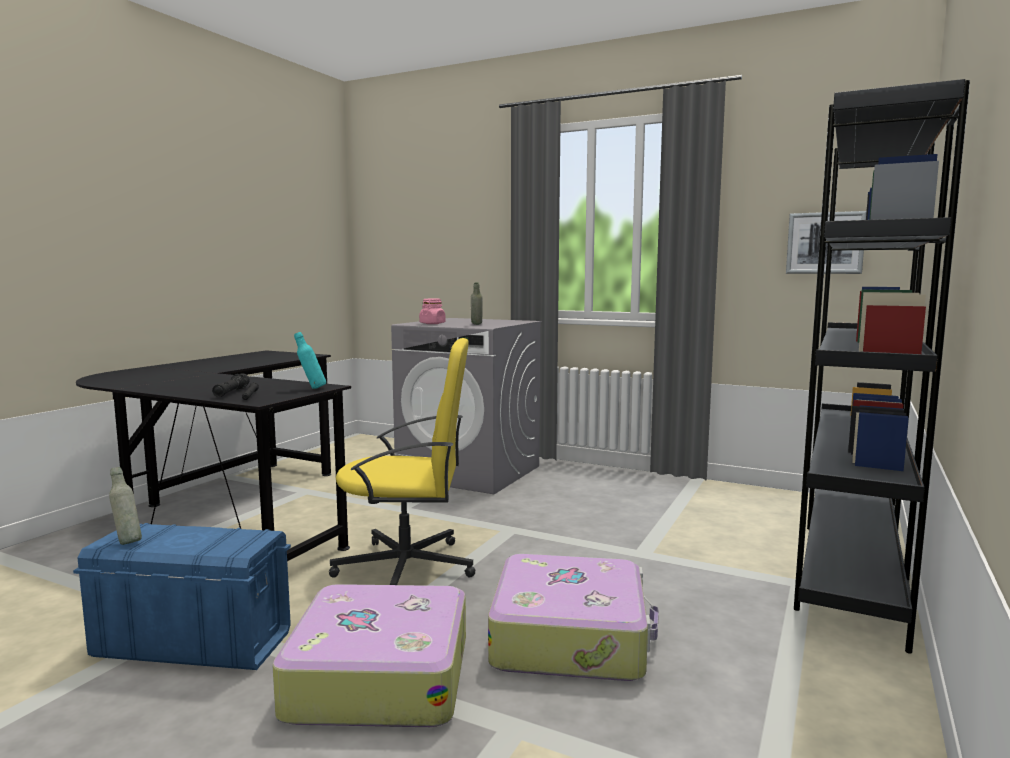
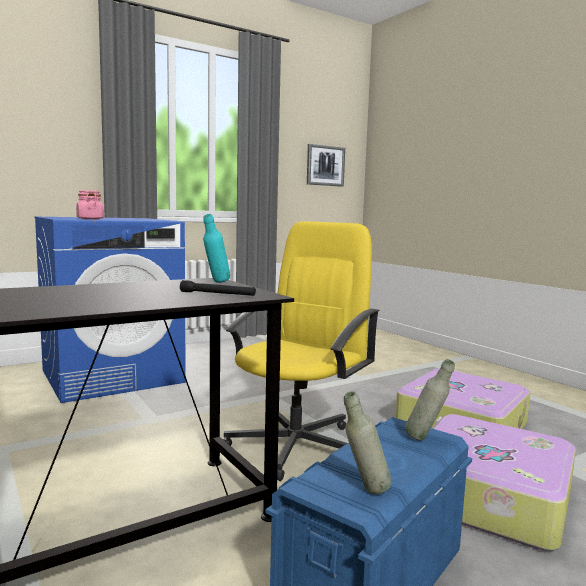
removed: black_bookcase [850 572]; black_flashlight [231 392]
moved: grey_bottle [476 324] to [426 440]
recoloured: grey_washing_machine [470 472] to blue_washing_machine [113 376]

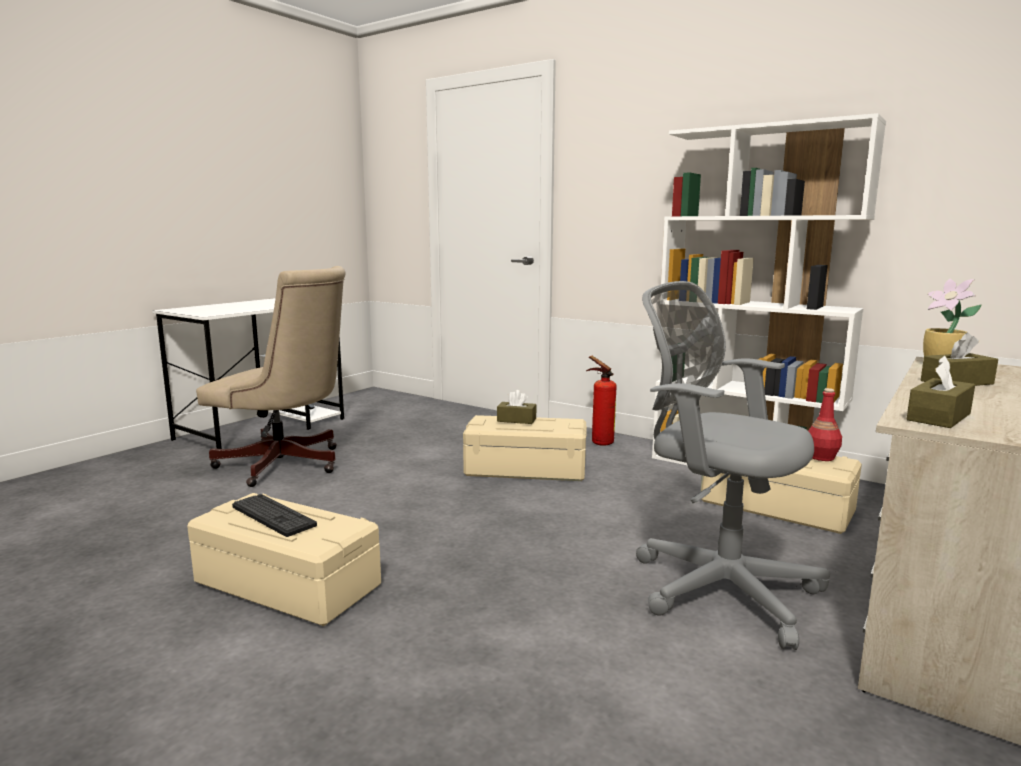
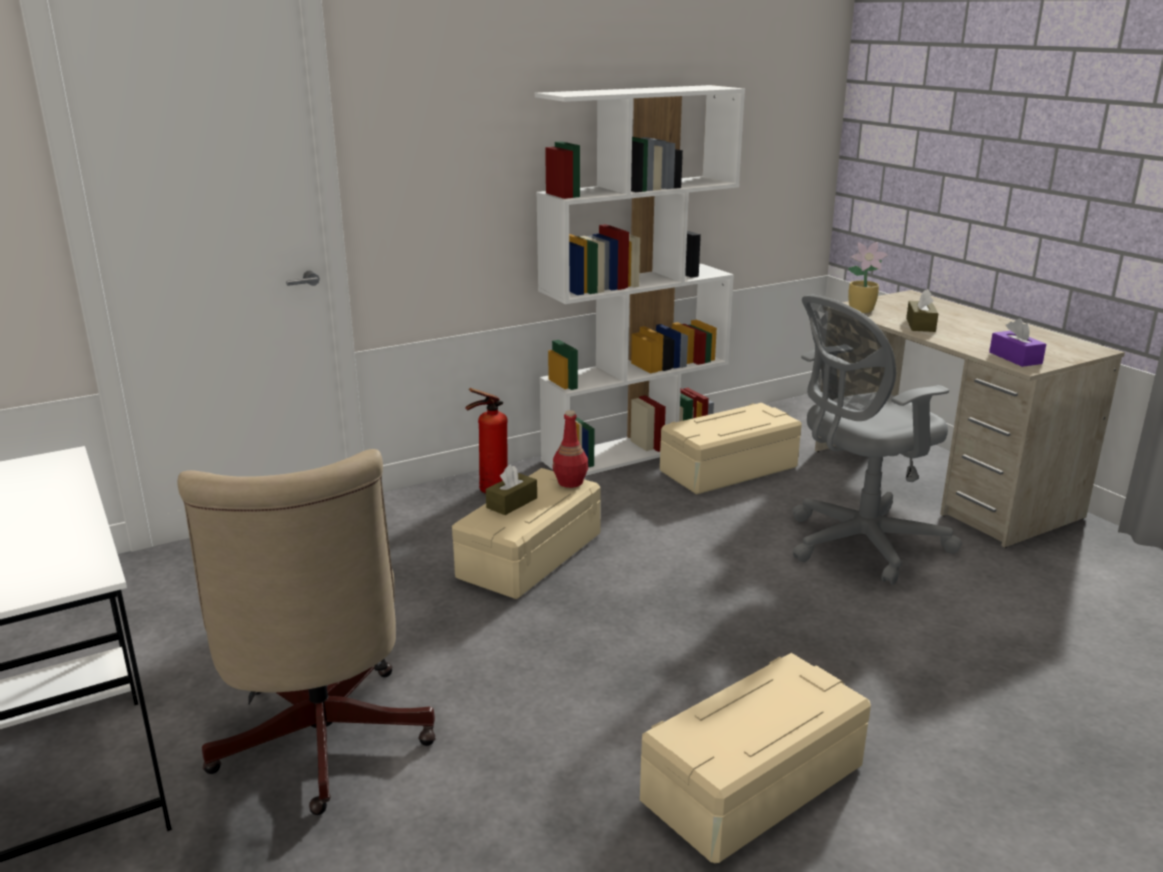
removed: keyboard [273 516]
moved: red_bottle [821 457] to [570 482]
recoloured: brown_tissue_box [938 417] to purple_tissue_box [1015 358]
turned: beige_office_chair [287 465] = [320 747] 120 degrees clockwise

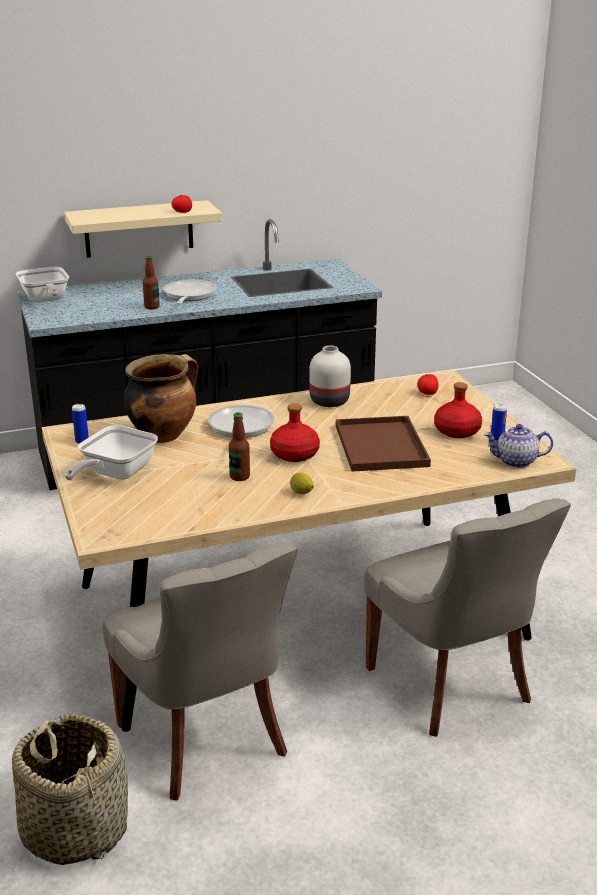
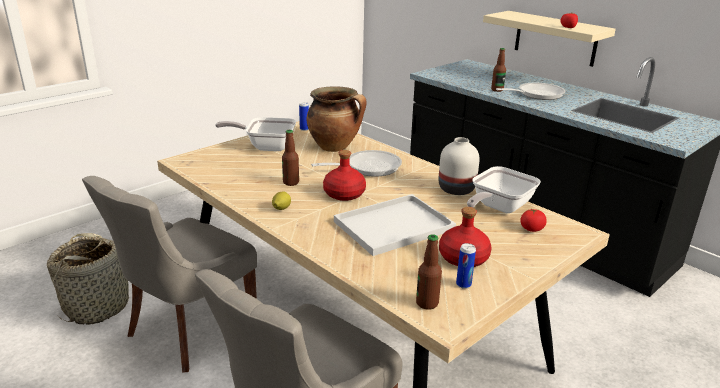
moved: frying_pan [45 300] to [498 207]
replaced: teapot [515 461] to bottle [427 303]
recoloured: brown_tray [382 446] to white_tray [392 226]

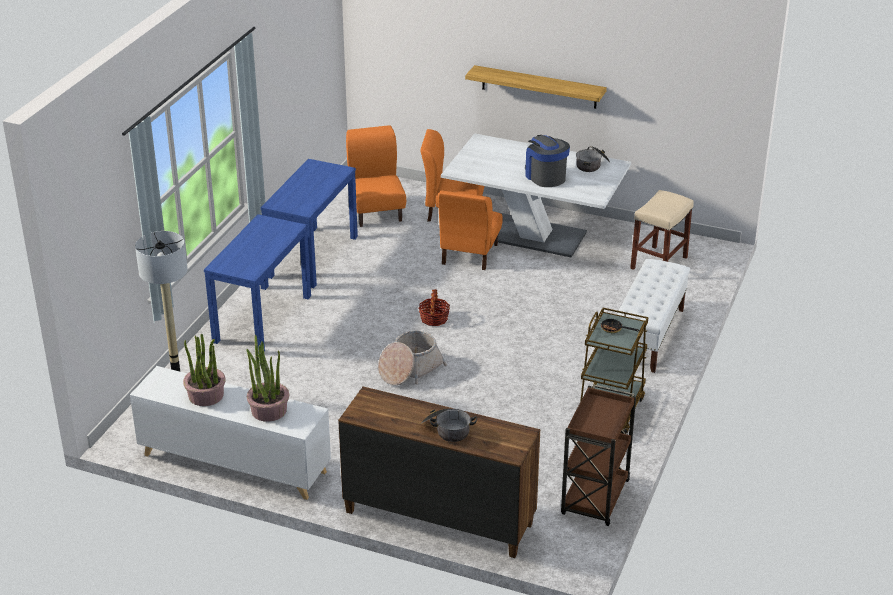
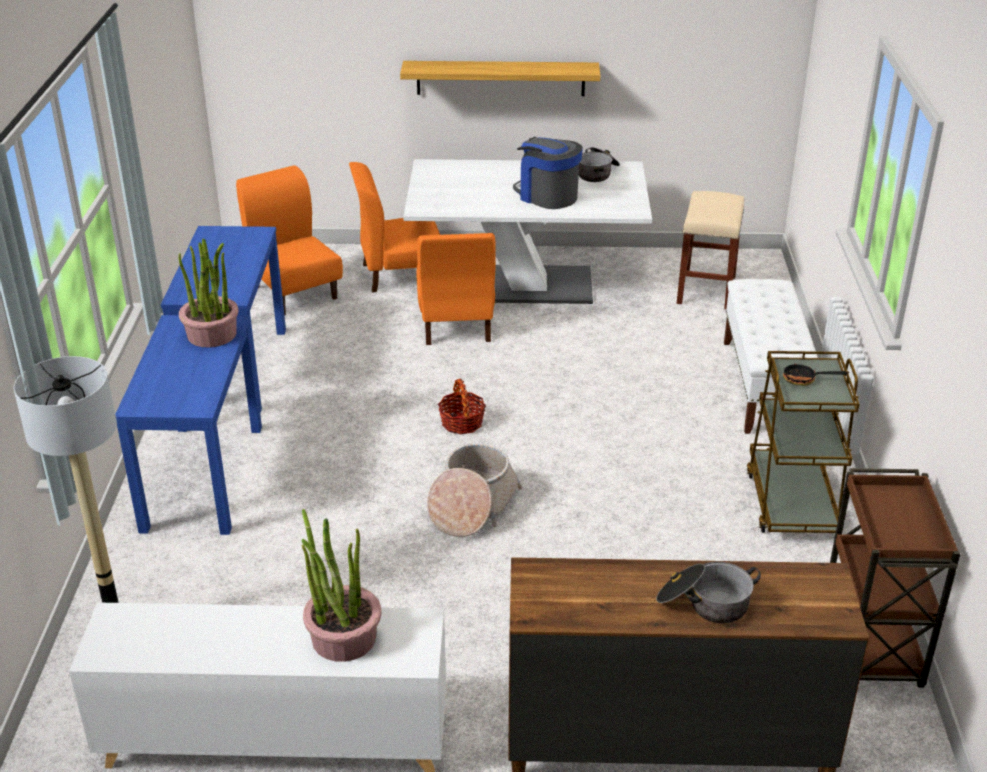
moved: potted_plant [206 395] to [212 334]

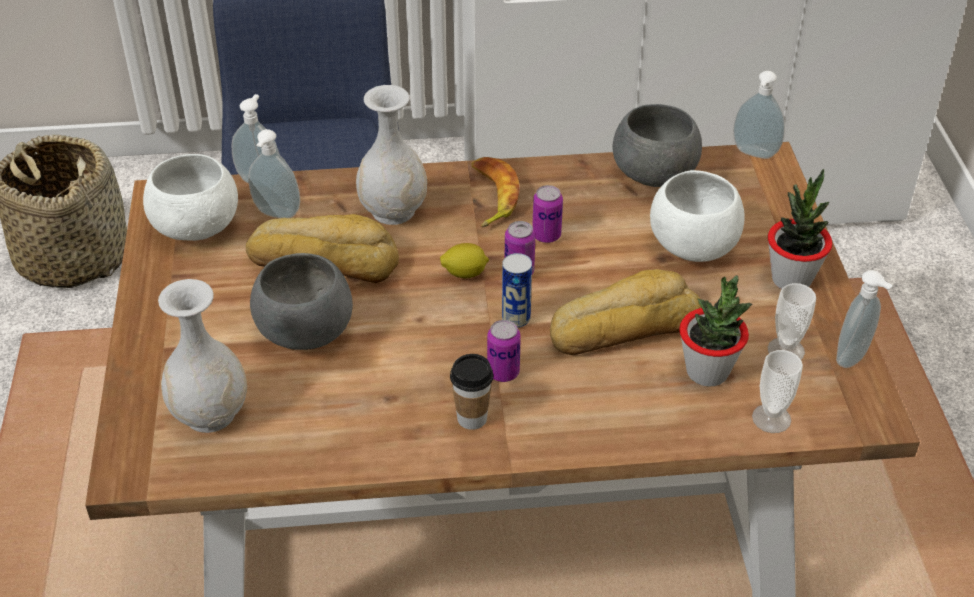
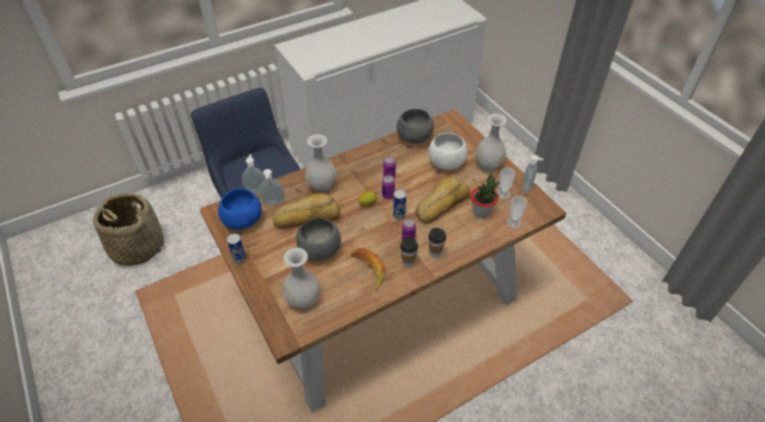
removed: soap_dispenser [754 154]
added: cup [435 253]; can [239 259]
moved: banana [490 197] to [368 269]
replaced: potted_plant [791 279] to white_vase [488 165]
recoloured: white_bowl [197 229] to blue_bowl [243 221]

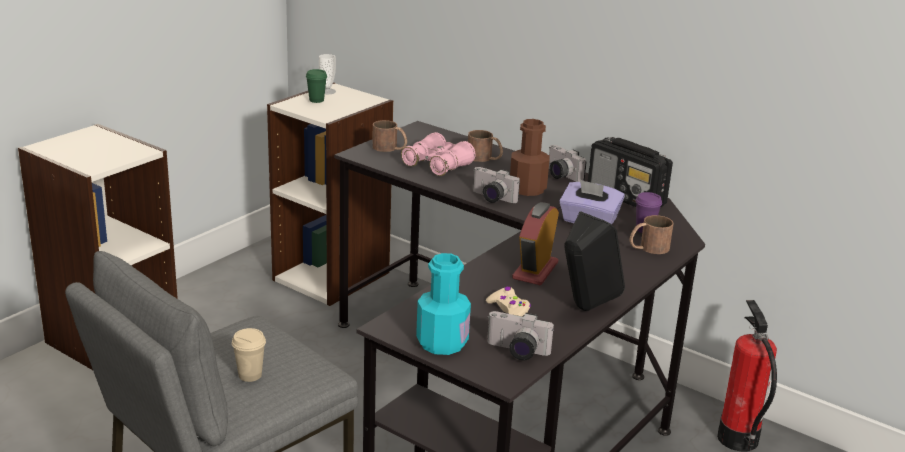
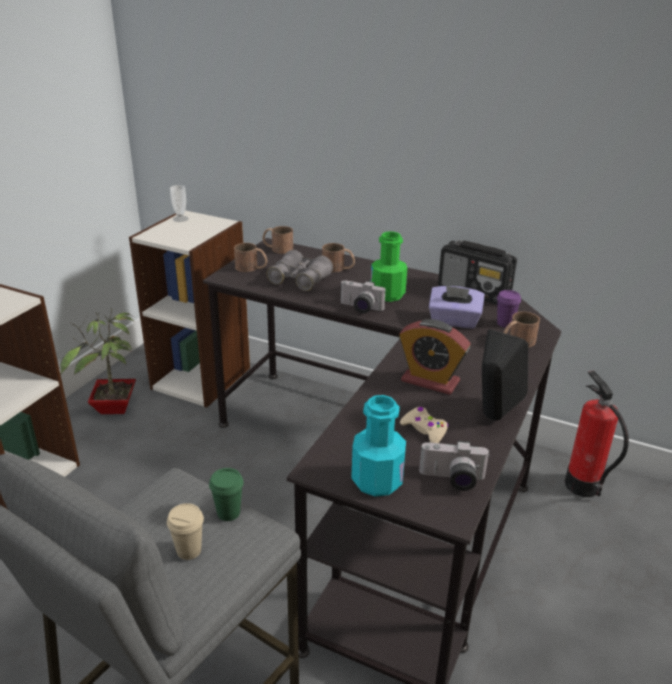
removed: photo_camera [560 175]
added: brown_mug [277 248]; potted_plant [114 409]
moved: green_cup [316 100] to [228 513]
recoloured: brown_bottle [527 189] to green_bottle [387 294]; pink_binoculars [437 165] to grey_binoculars [299 280]
turned: alarm_clock [535 271] = [430 381] 75 degrees counterclockwise

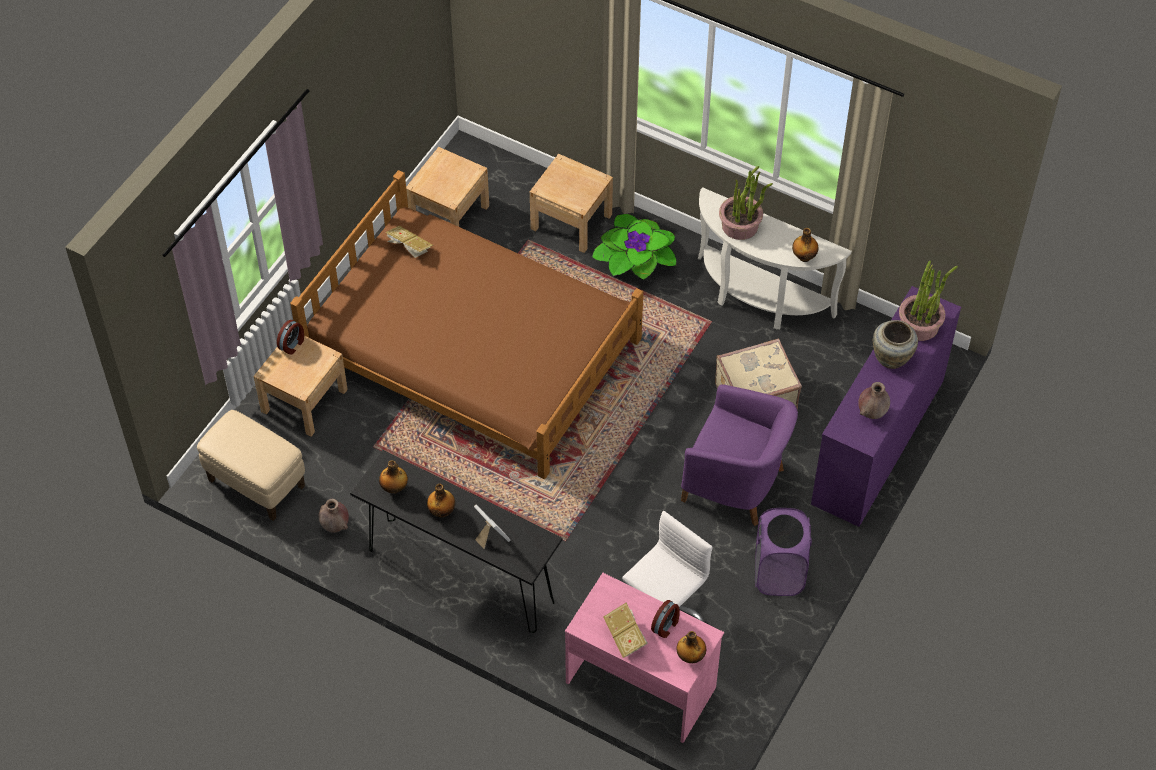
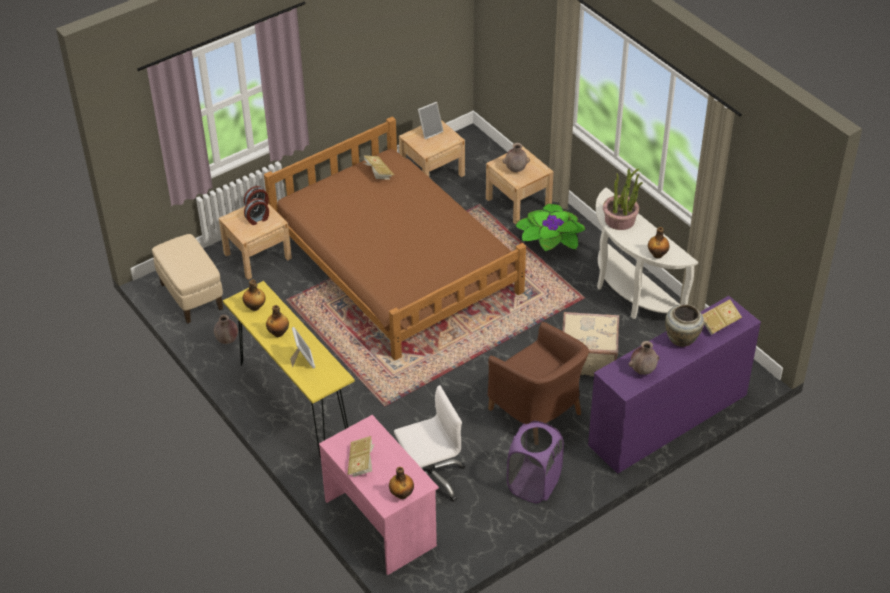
added: picture_frame [430 131]; brown_vase [516 170]
moved: alarm_clock [666 626] to [257 219]
replaced: potted_plant [920 325] to book [718 324]
recoloured: purple_armchair [736 484] to brown_armchair [537 412]; black_console_table [461 576] to yellow_console_table [294 403]

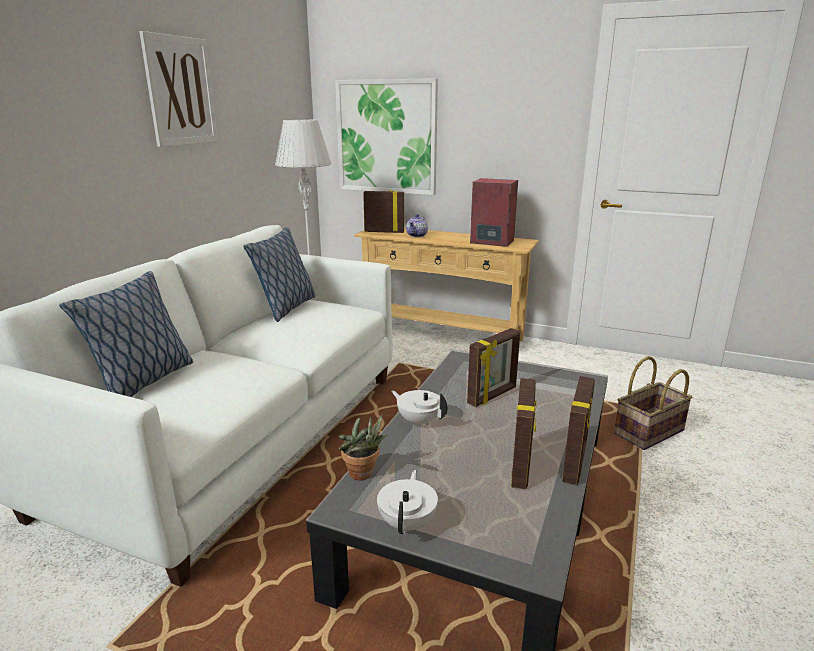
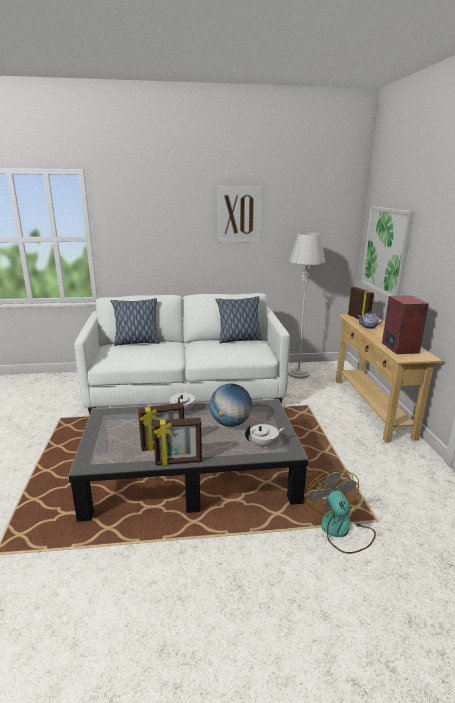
removed: potted_plant [363 475]
moved: white_teapot [408 523] to [264 444]
replaced: picture_frame [493 396] to globe [230 423]; basket [649 433] to fan [340 530]

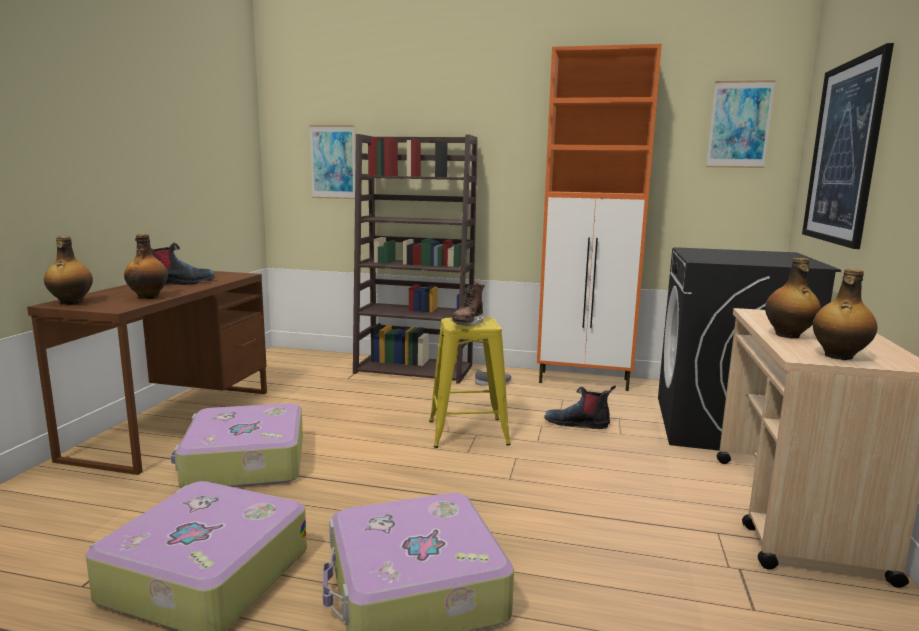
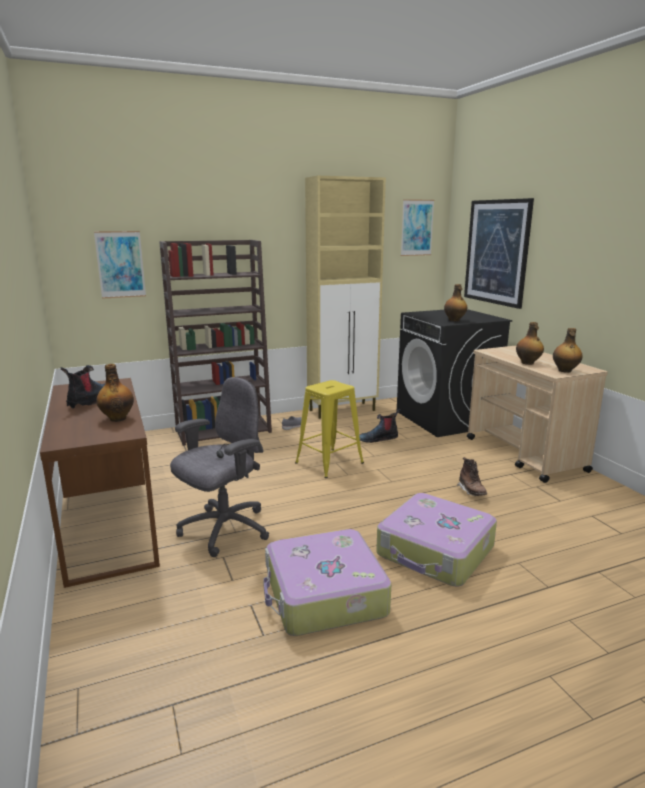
moved: bottle [71 303] to [454 320]; brown_boot [467 324] to [471 492]
replaced: suitcase [244 463] to grey_office_chair [223 530]
recoloured: orange_cabinet [585 381] to beige_cabinet [343 410]

